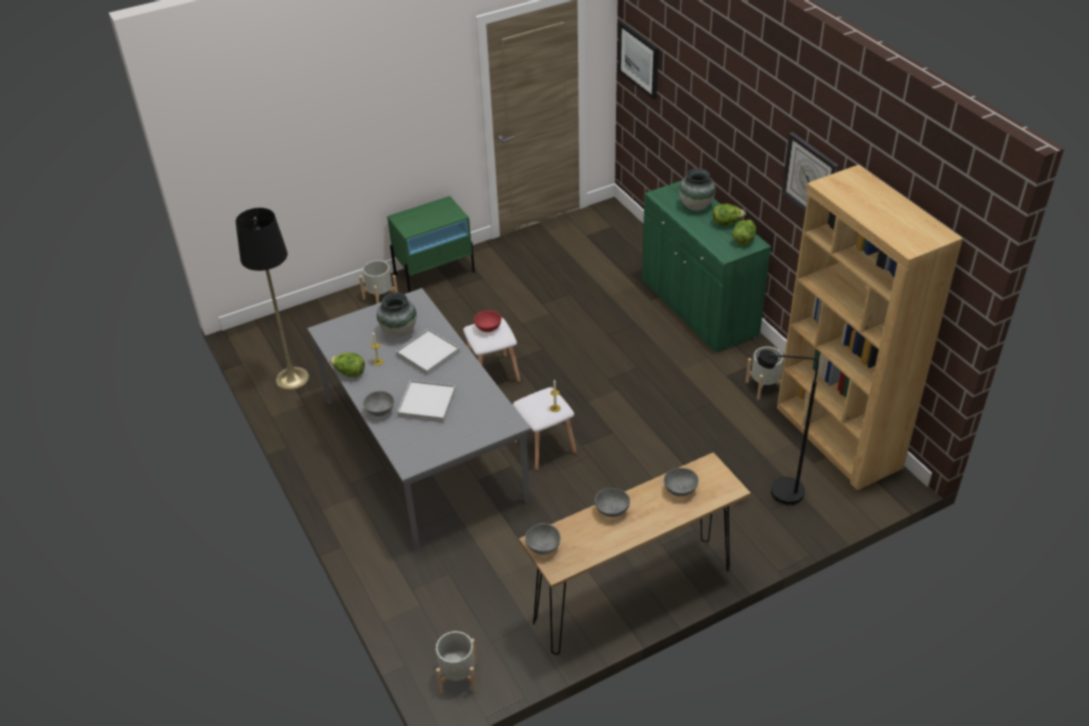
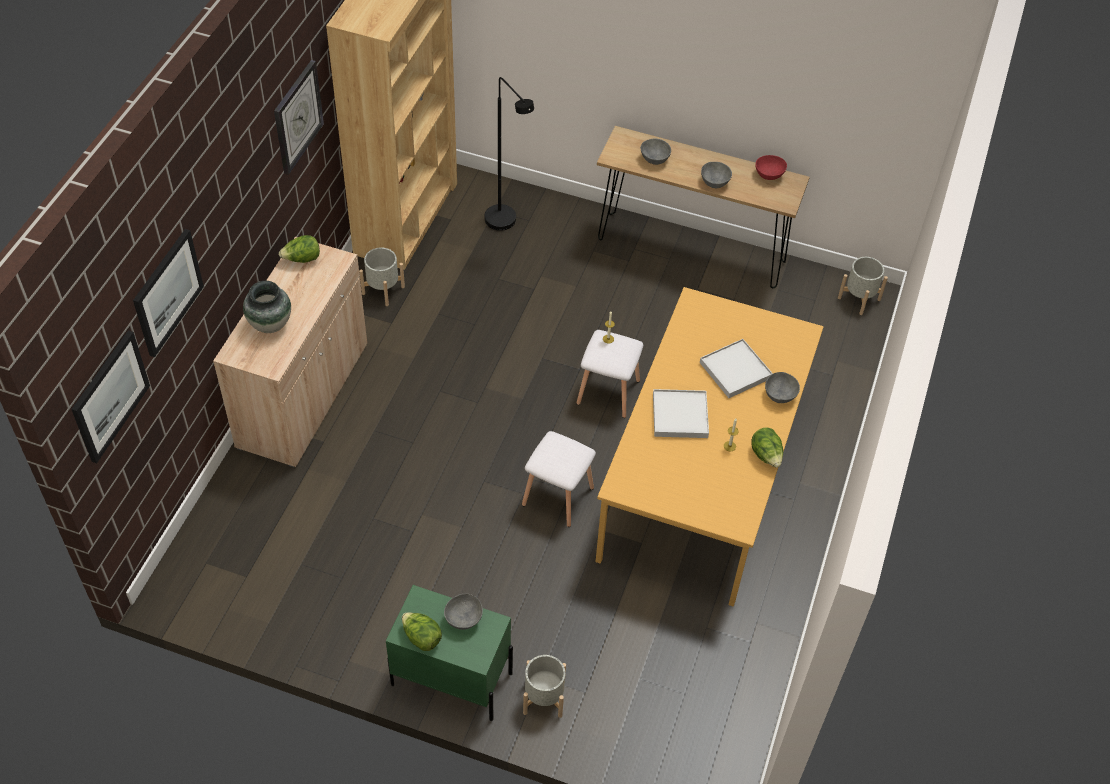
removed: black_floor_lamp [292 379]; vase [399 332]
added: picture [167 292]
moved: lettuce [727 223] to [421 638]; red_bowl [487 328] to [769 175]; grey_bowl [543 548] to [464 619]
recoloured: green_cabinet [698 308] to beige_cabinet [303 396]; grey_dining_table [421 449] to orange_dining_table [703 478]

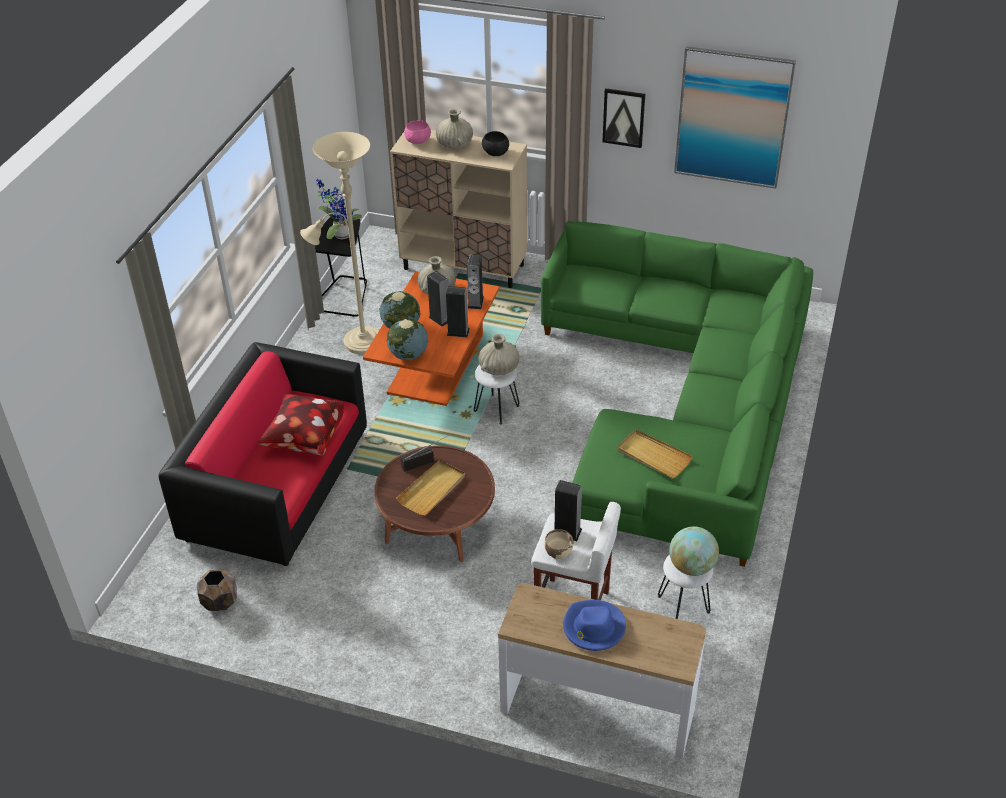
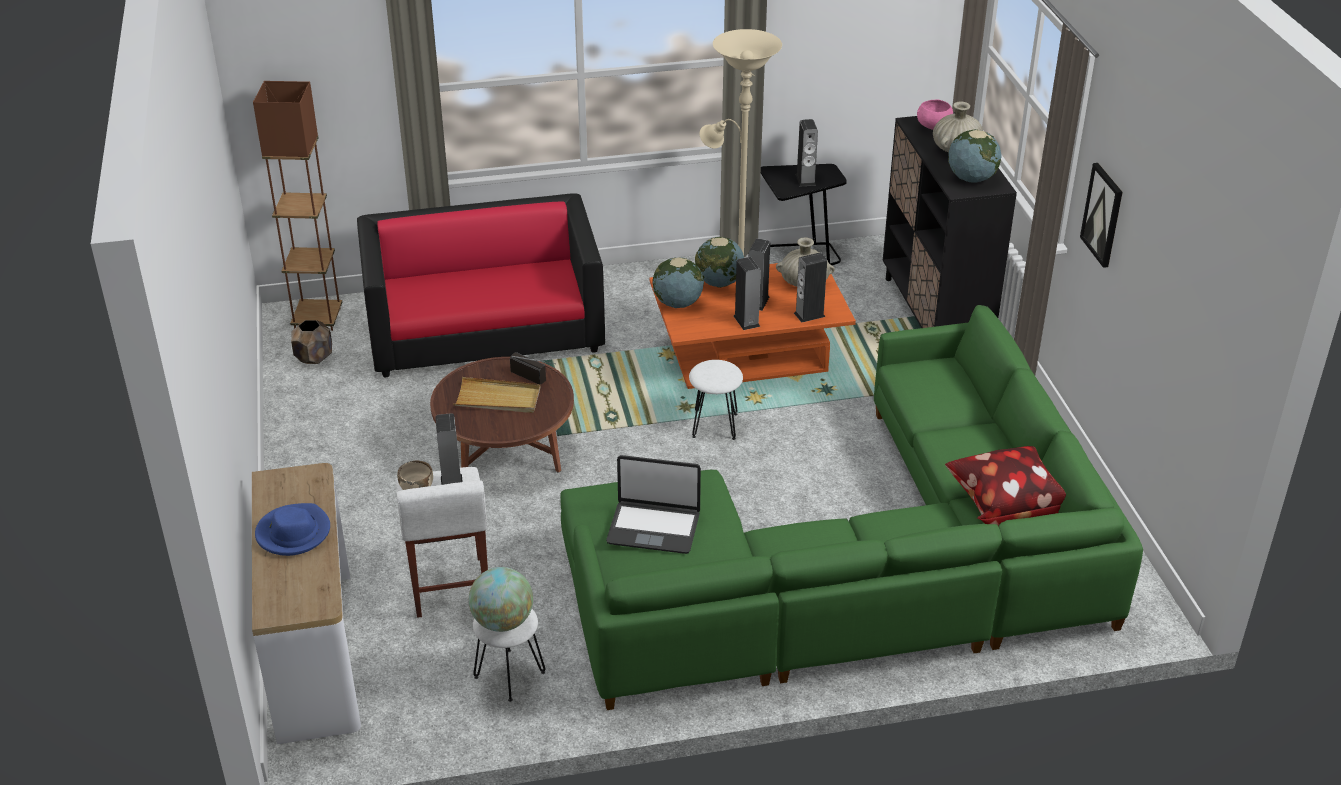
removed: picture [732 118]; beige_vase [499 369]
added: brown_floor_lamp [317 319]
moved: pillow [304 439] to [1004 505]
replaced: black_bowl [495 153] to globe [971 179]; potted_plant [340 234] to speaker [805 179]; beige_tray [653 456] to laptop [653 527]
recoloured: beige_cabinet [464 267] to black_cabinet [935 316]

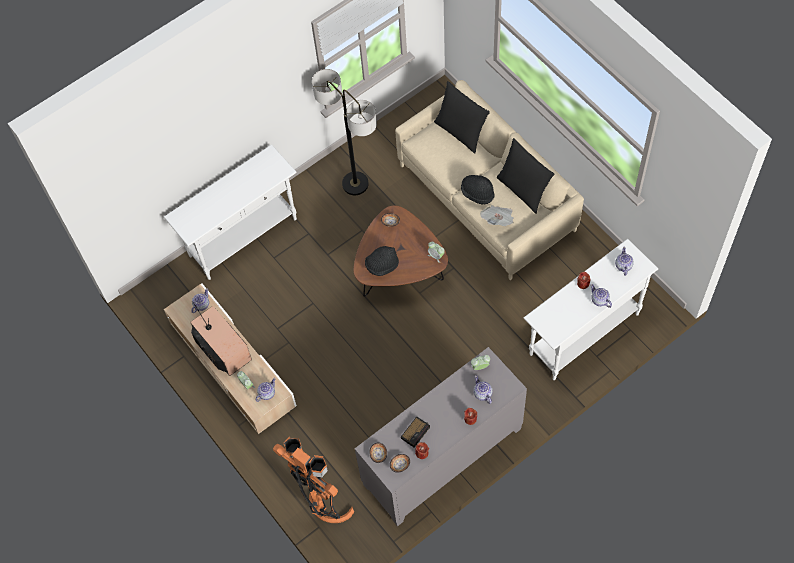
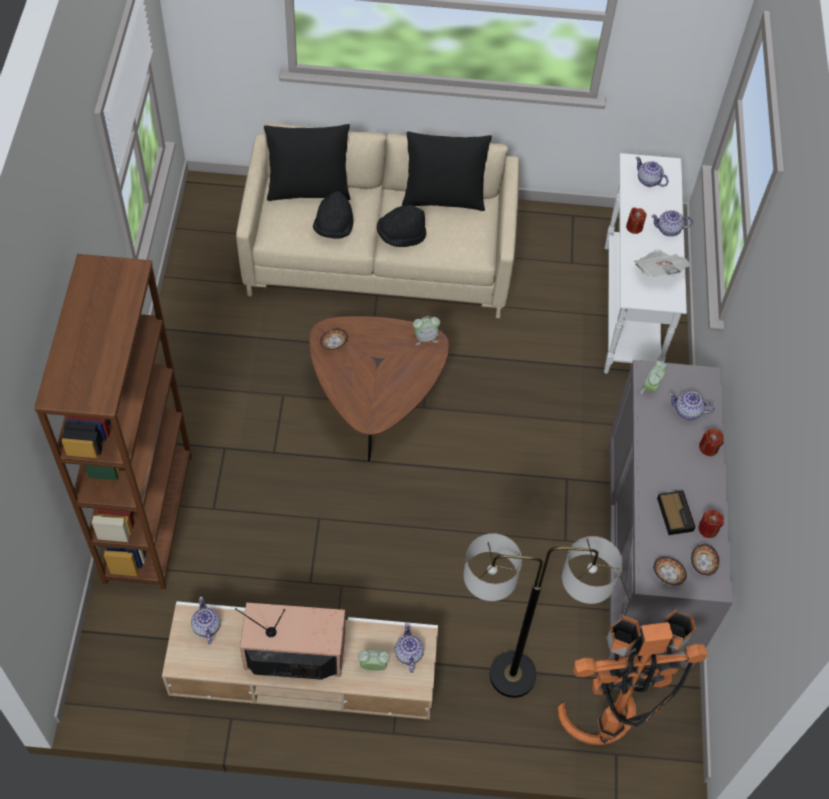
moved: floor_lamp [355 184] to [512 675]; newspaper [498 220] to [658 272]; black_hat [382 265] to [334 228]
replaced: white_console_table [243 237] to brown_bookcase [148 517]

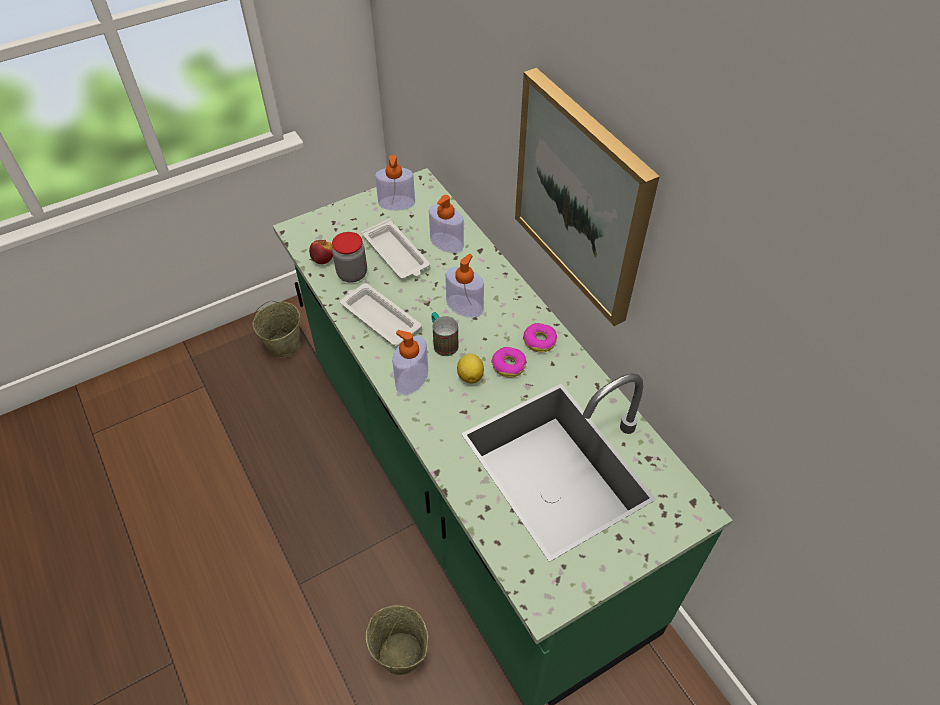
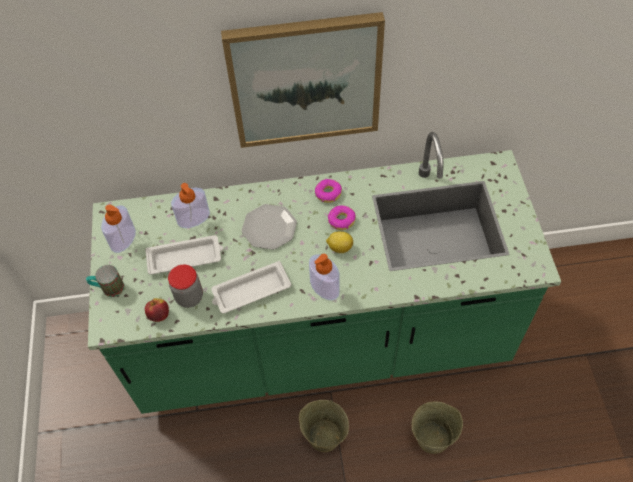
moved: beige_bucket [284 345] to [323 435]; mug [443 342] to [108 288]
replaced: soap_dispenser [464 306] to plate [269 228]

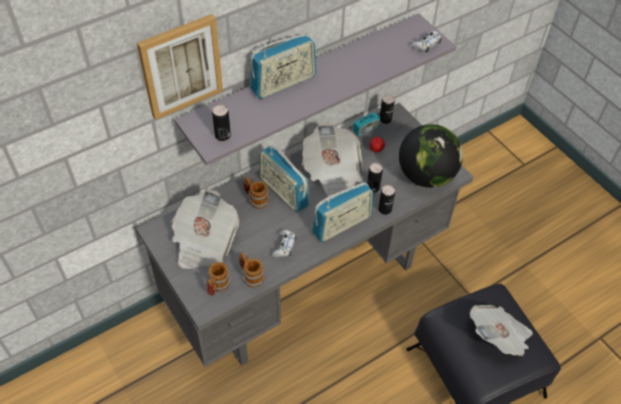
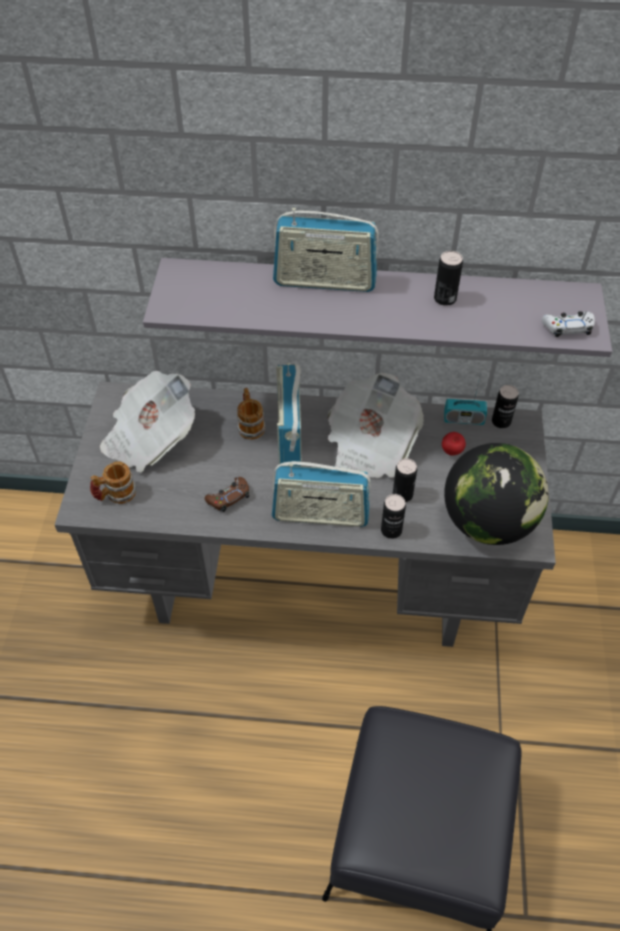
removed: picture [181 66]; mug [251 276]; newspaper [499 337]
moved: can [222 135] to [445 298]
recoloured: white_game_controller [284 246] to brown_game_controller [228 497]

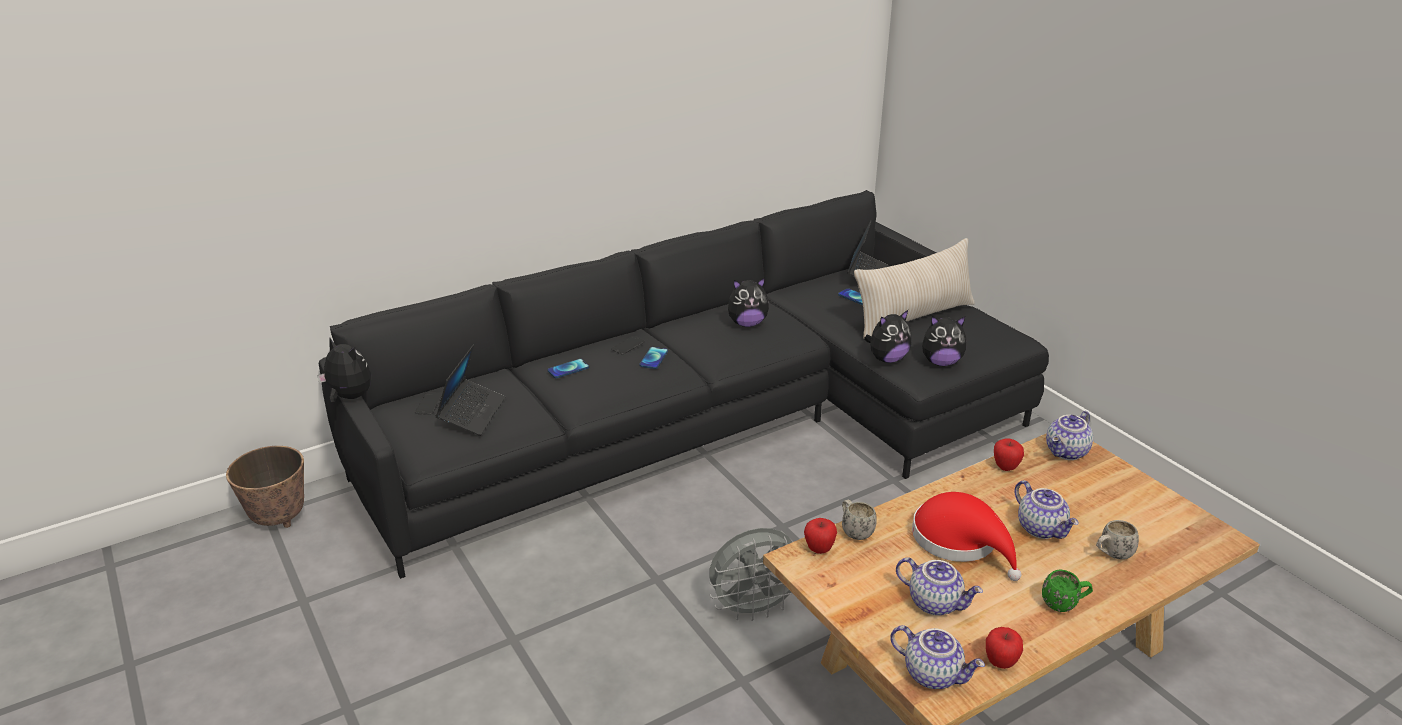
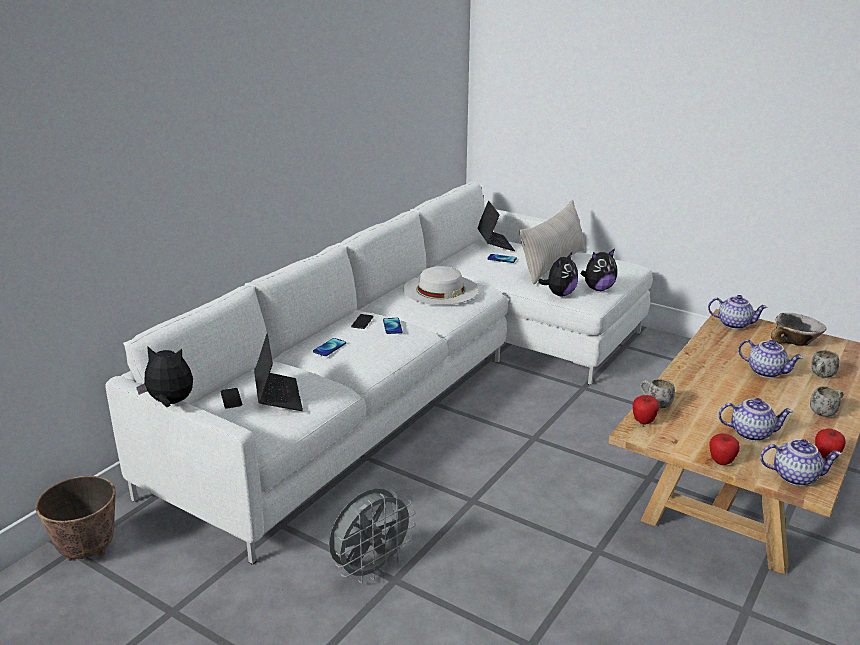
removed: red_hat [960 541]
added: bowl [795 341]
moved: apple [1005 467] to [721 462]; grey_fan [755 609] to [371 569]
replaced: plush_toy [747 323] to white_hat [441 289]
recoloured: black_sofa [713 425] to white_sofa [422 382]; green_mug [1064 604] to white_mug [825 412]
turned: teapot [1067 452] = [734 324] 90 degrees counterclockwise

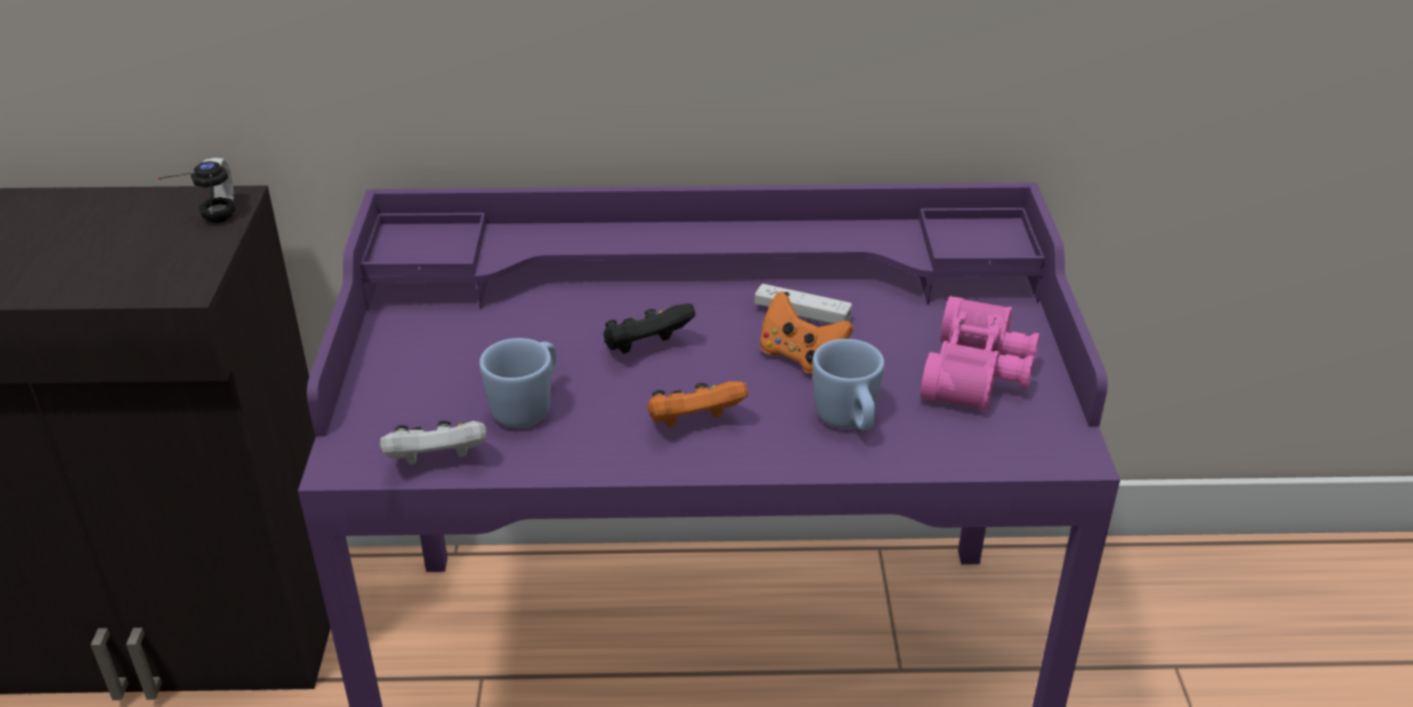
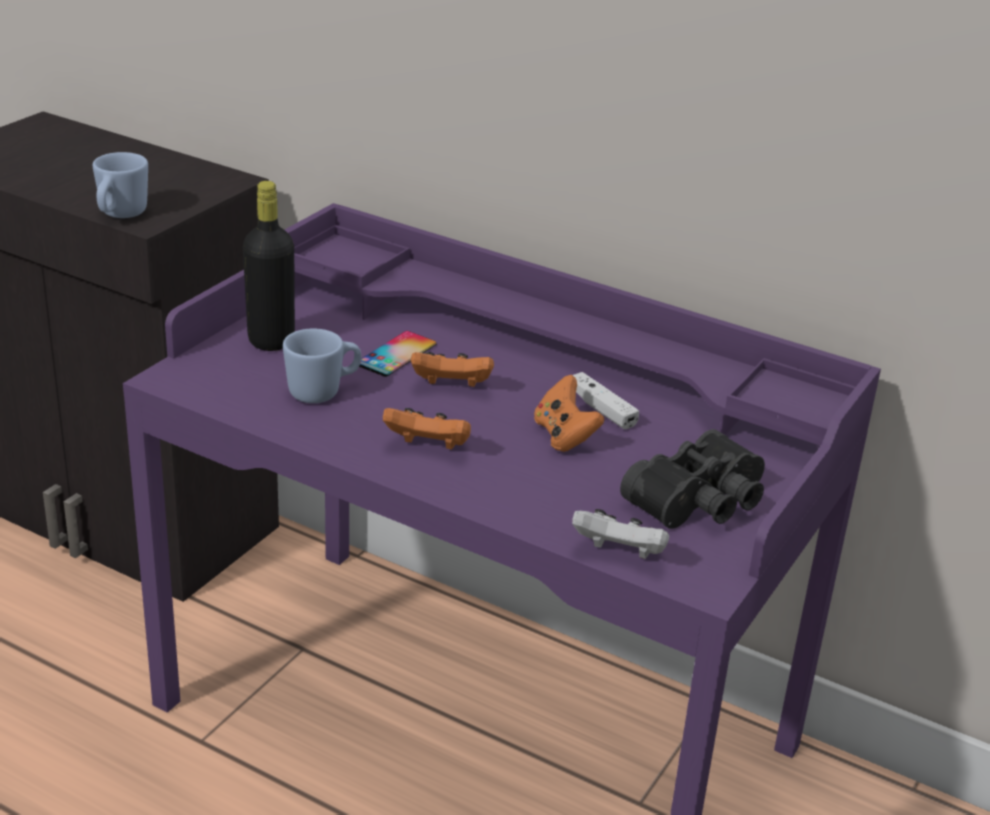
removed: headphones [203 230]
added: black_bottle [271 340]; phone [396 354]
moved: blue_mug [849 422] to [120 215]; white_game_controller [437 462] to [619 554]
recoloured: pink_binoculars [981 373] to black_binoculars [701 503]; black_game_controller [646 348] to orange_game_controller [451 386]

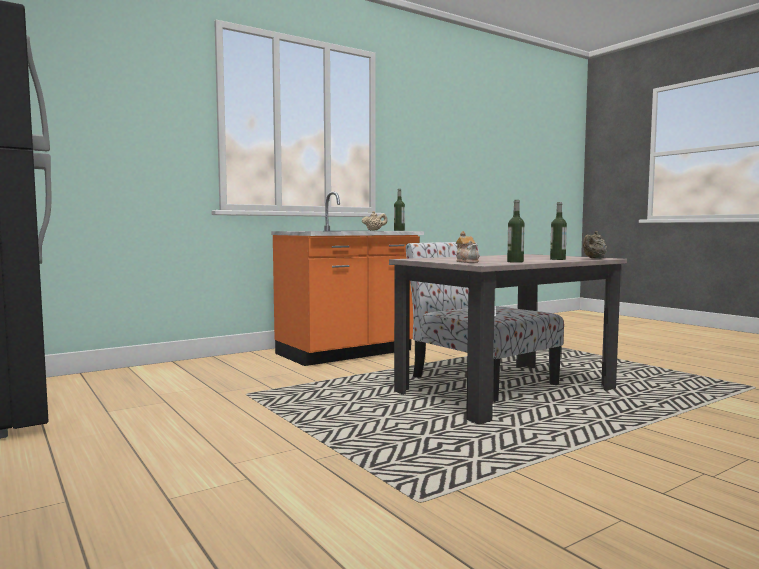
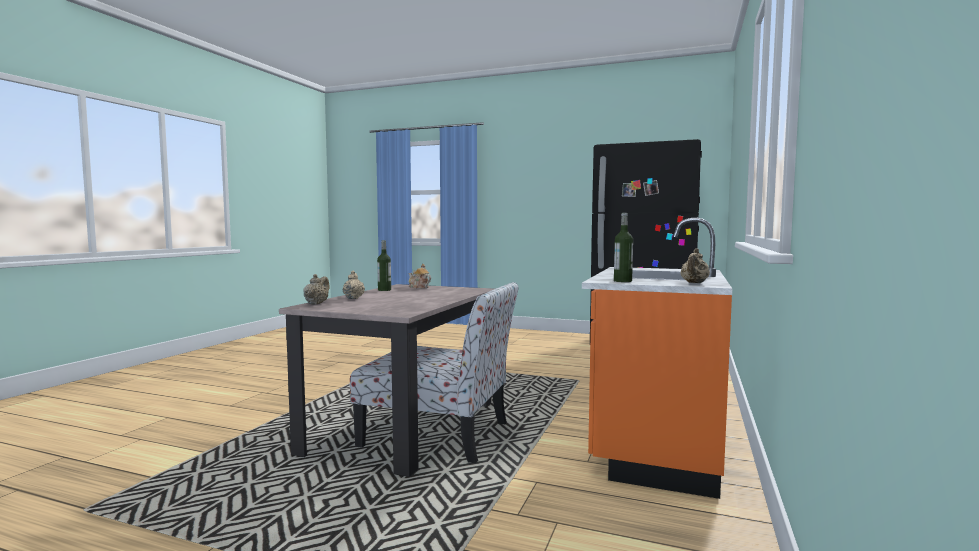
replaced: bottle [557 259] to beige_teapot [354 298]

